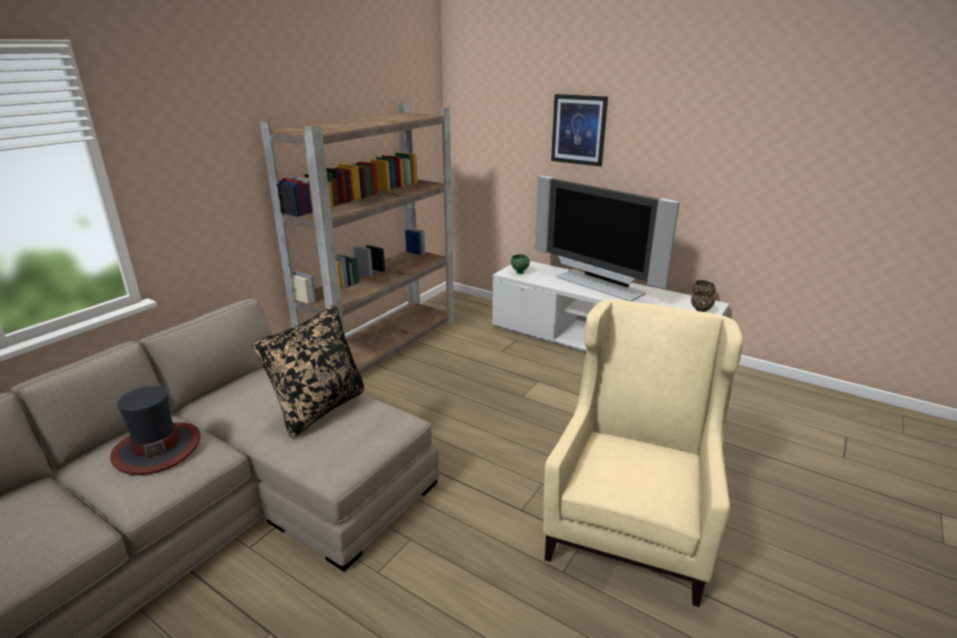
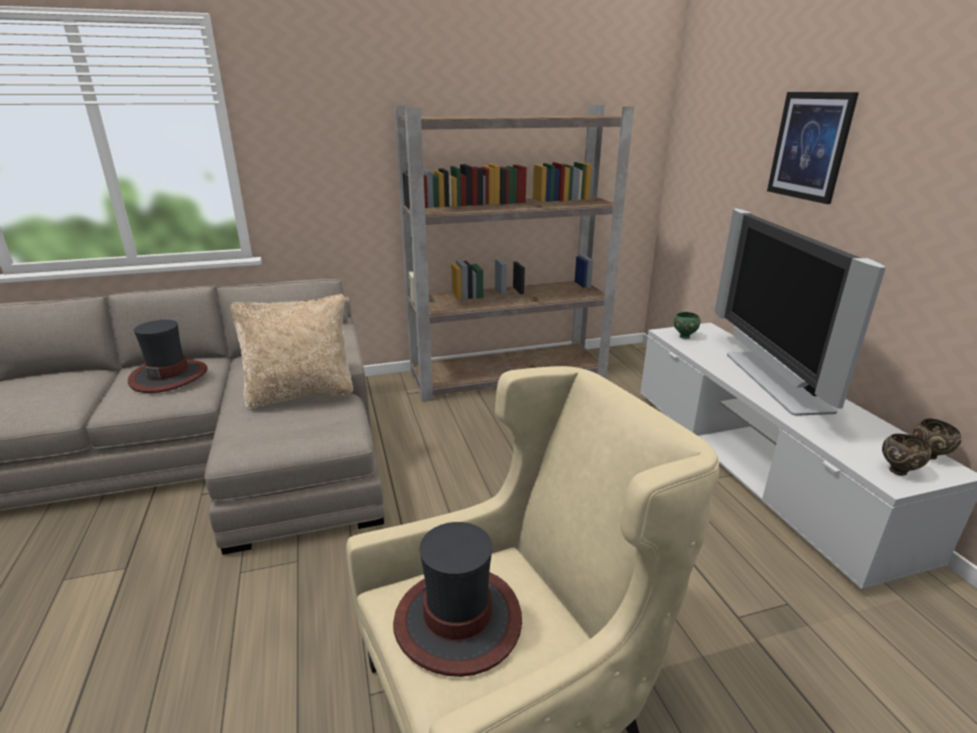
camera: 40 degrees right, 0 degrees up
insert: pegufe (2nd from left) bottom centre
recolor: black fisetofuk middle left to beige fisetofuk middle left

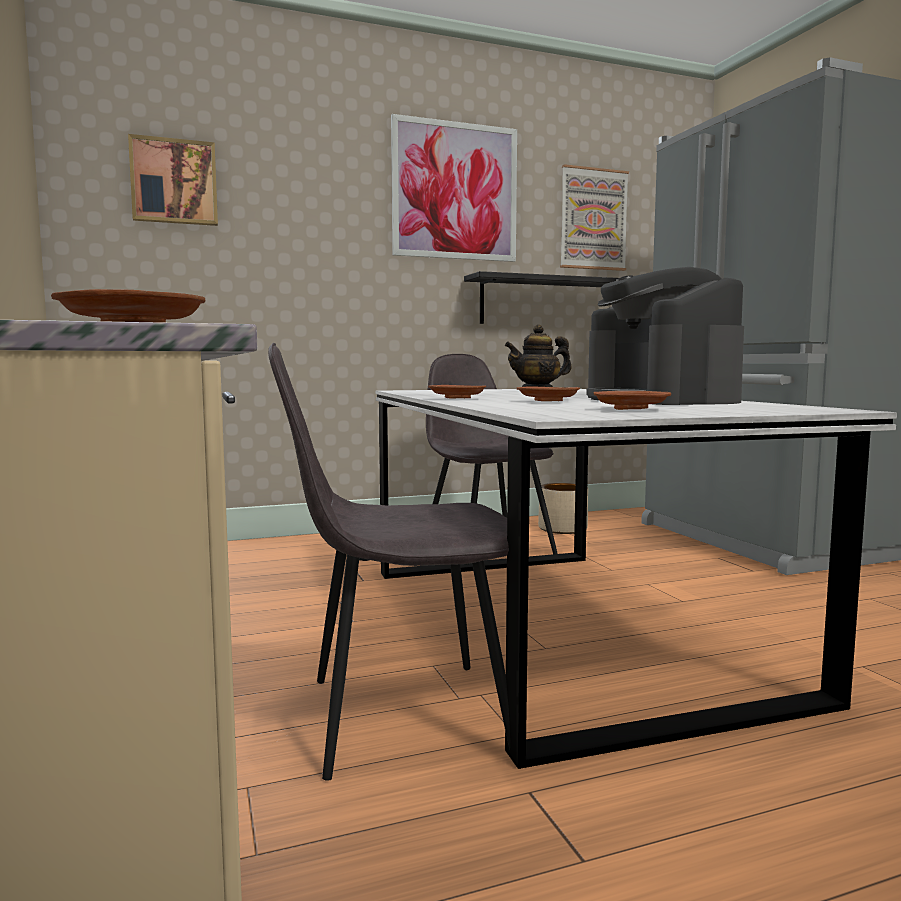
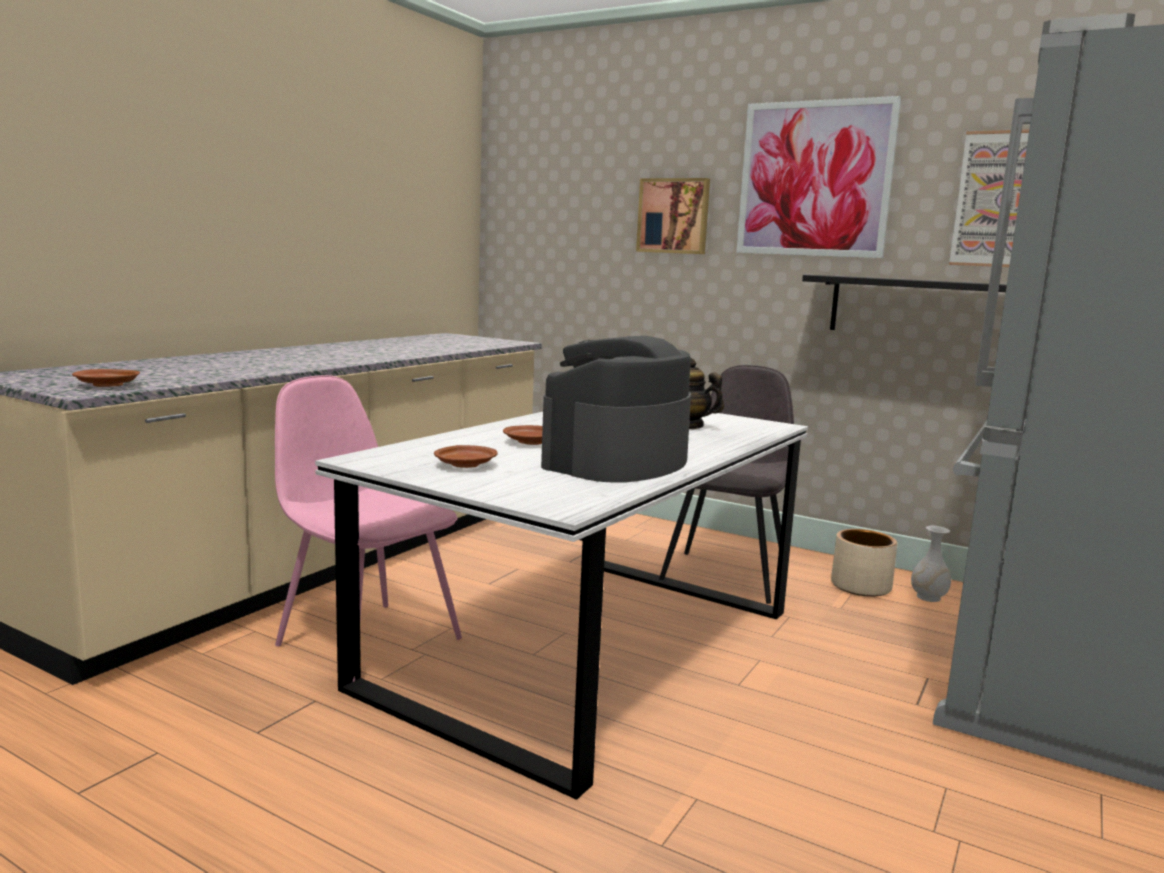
camera: 50 degrees right, 5 degrees up
delete: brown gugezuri (2nd from left) centre
insert: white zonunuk middle right
move: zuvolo (1st from left) top left to top centre
recolor: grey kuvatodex (1st from left) centre to pink kuvatodex middle left

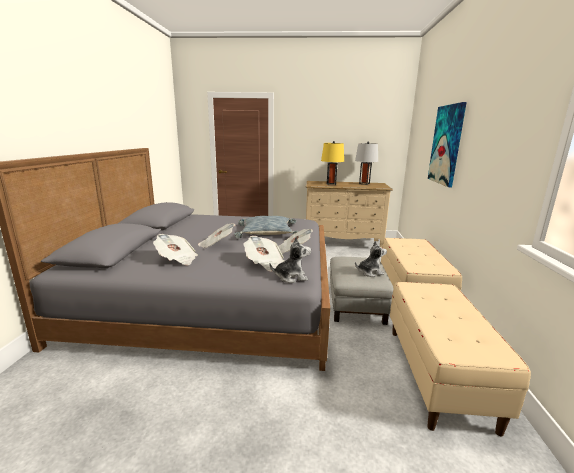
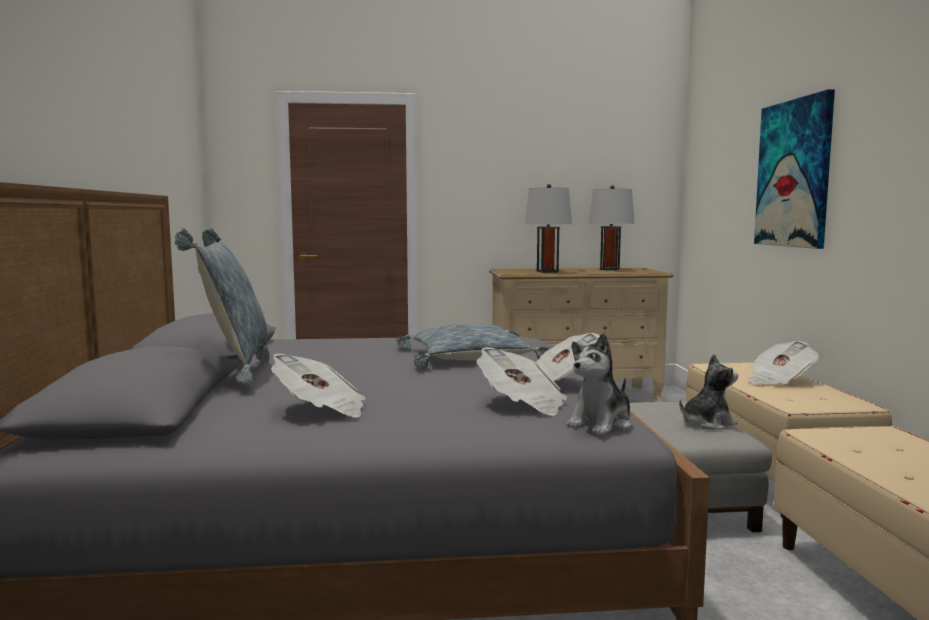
camera: 10 degrees left, 10 degrees down
insert: fisetofuk (1st from left) middle left
move: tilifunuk (2nd from left in the first image) centre to tilifunuk (4th from left) middle right
recolor: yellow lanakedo centre to grey lanakedo (1st from left) centre
rotate: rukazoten (1st from left) centre = centre 150 degrees clockwise

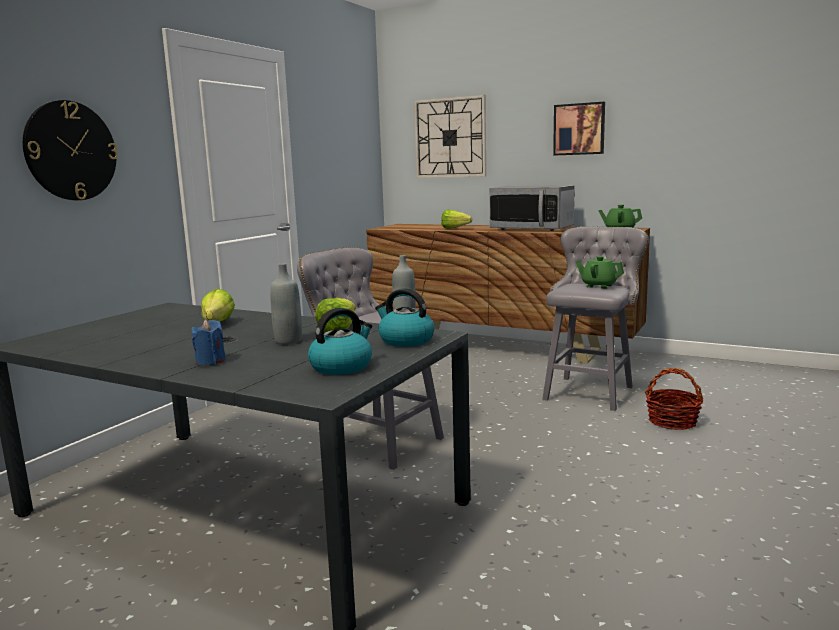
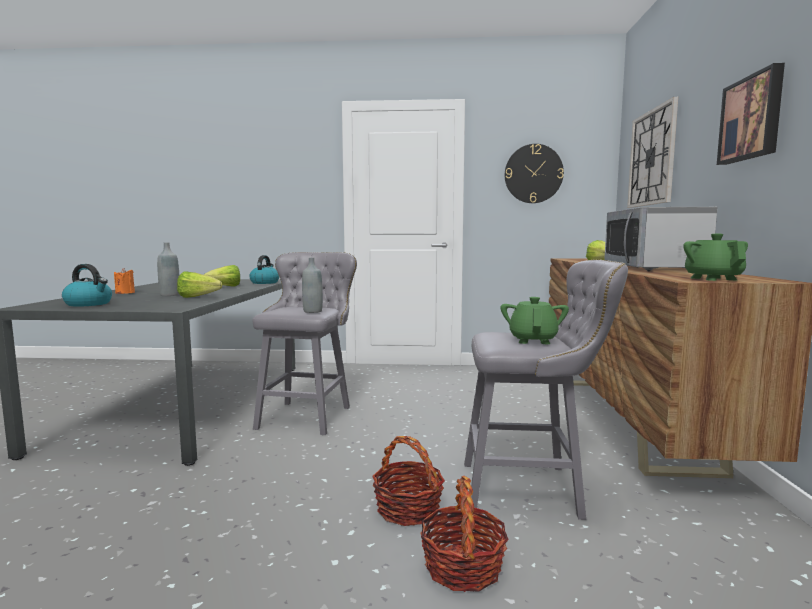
camera: 65 degrees right, 5 degrees down
insert: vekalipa (1st from left) bottom centre
move: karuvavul (2nd from left) centre to middle left; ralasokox (1st from left) top left to top centre
recolor: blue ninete middle left to orange ninete middle left

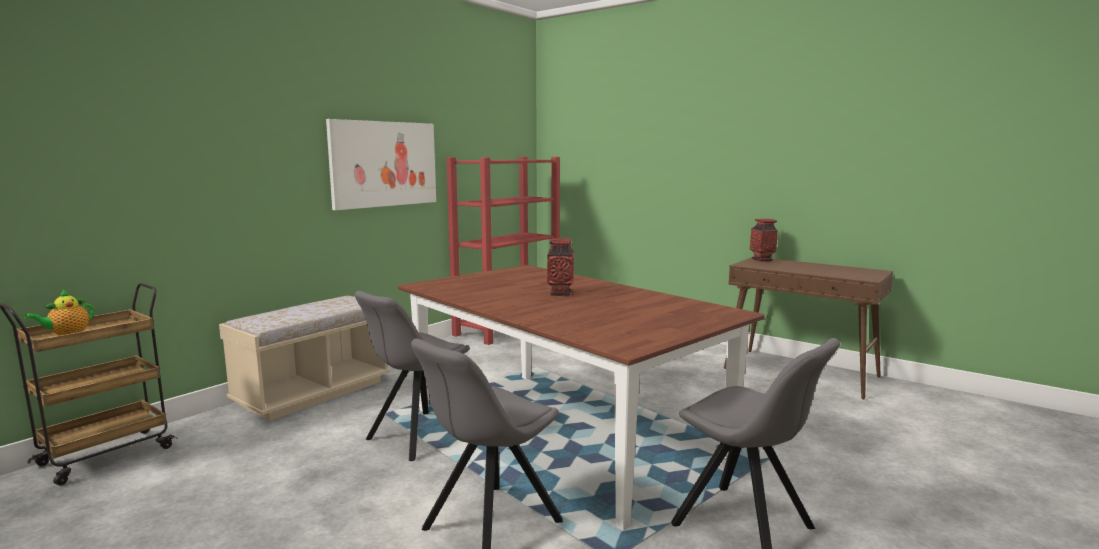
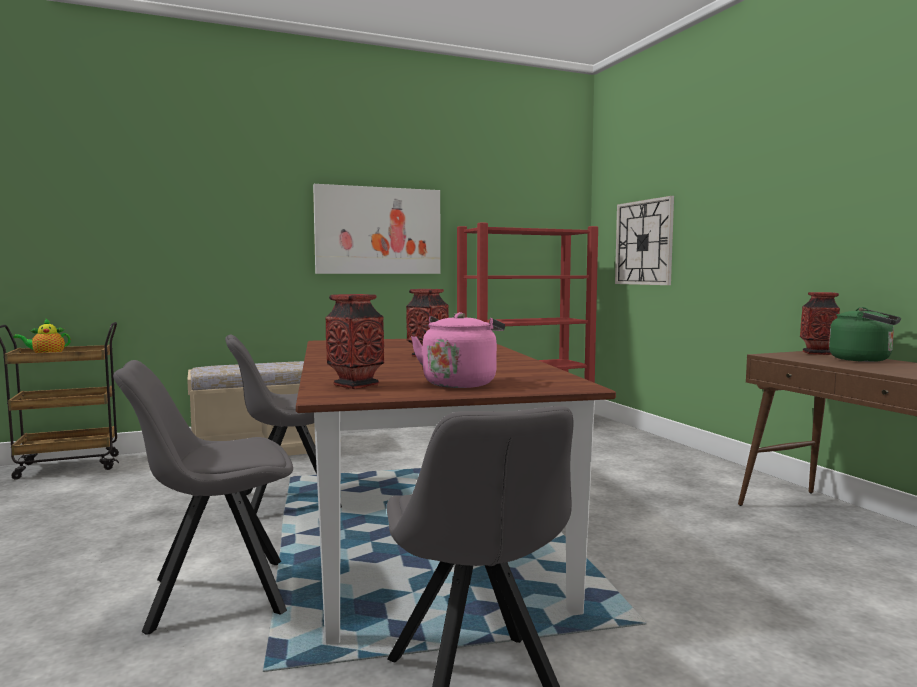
camera: 30 degrees right, 5 degrees down
insert: zonunuk (1st from left) centre; pink karuvavul centre; ralasokox middle right; green karuvavul middle right

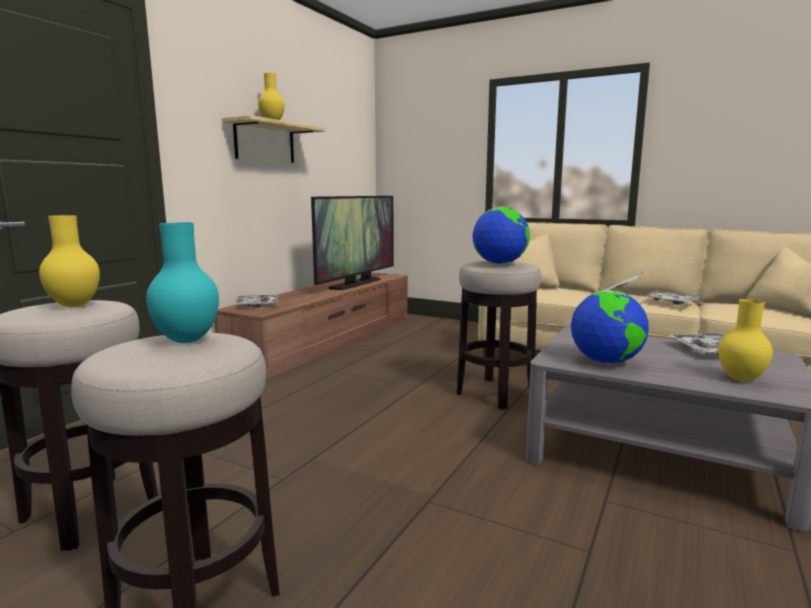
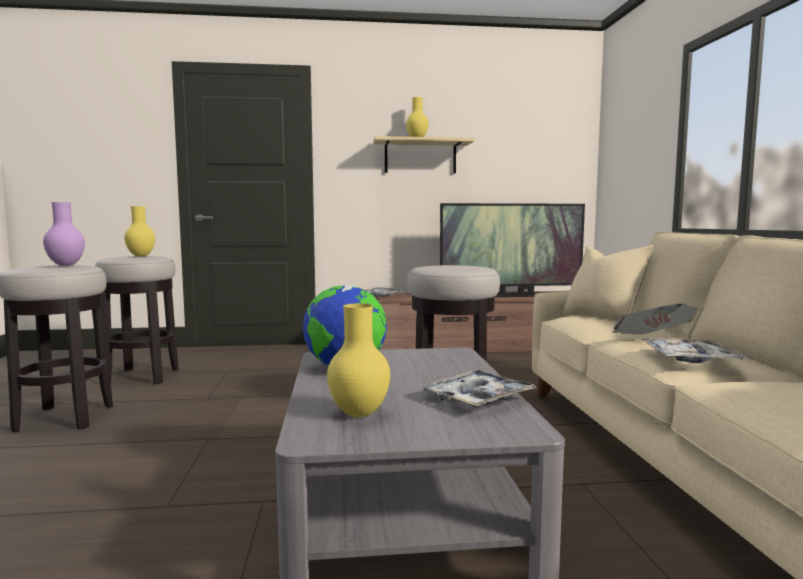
camera: 55 degrees right, 5 degrees down
delete: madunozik (1st from left) centre
recolor: turquoise zonunuk middle left to purple zonunuk middle left

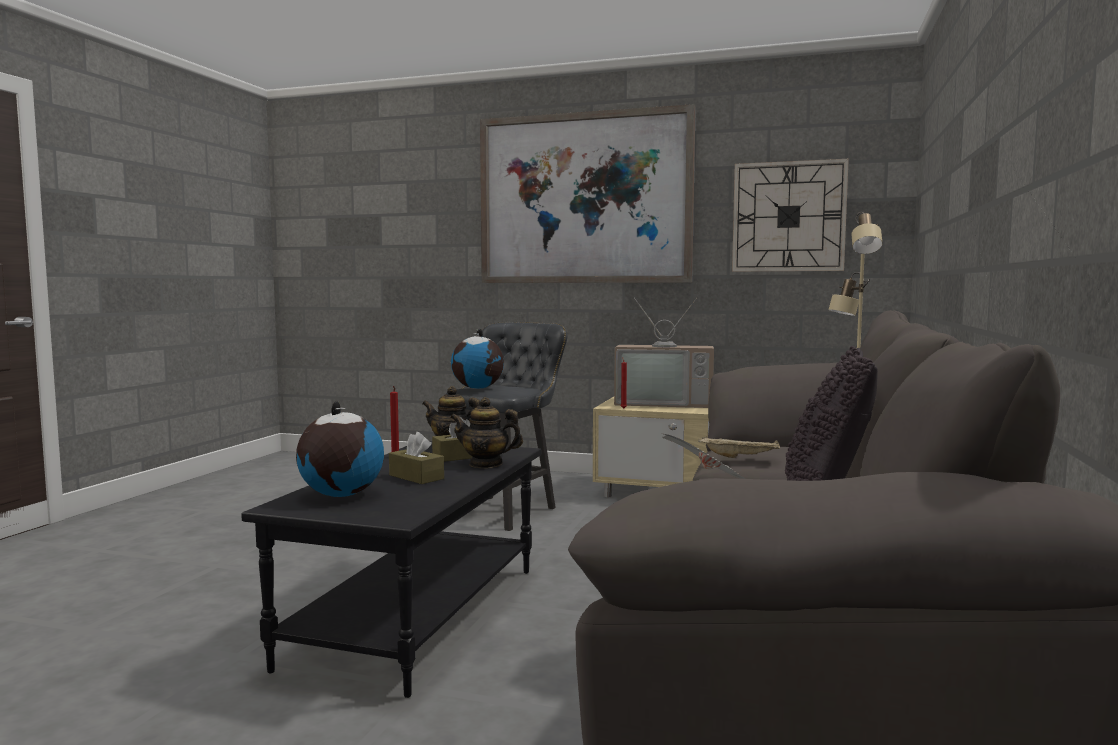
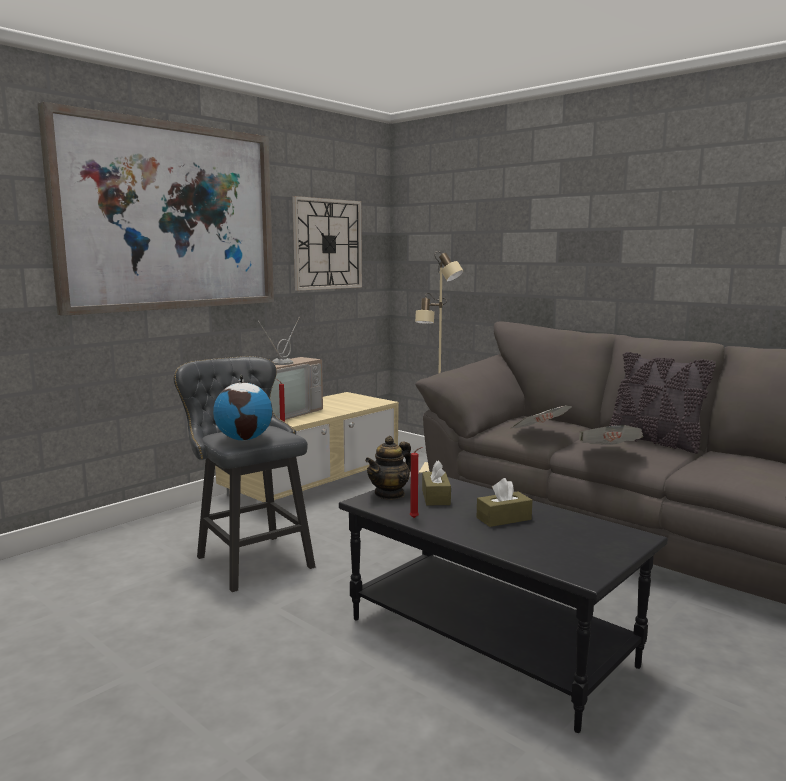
camera: 65 degrees left, 5 degrees up
delete: madunozik (1st from left) middle left; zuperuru (2nd from left) centre
replace: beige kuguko centre to tilifunuk (1st from left) middle right

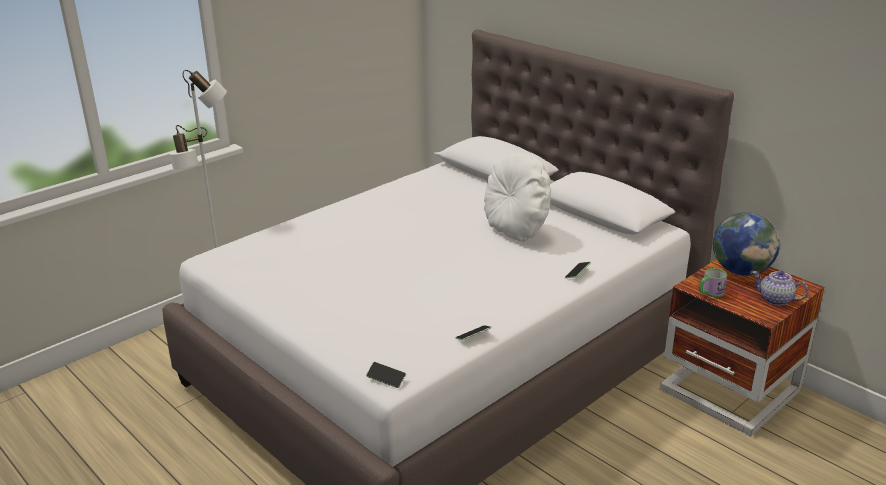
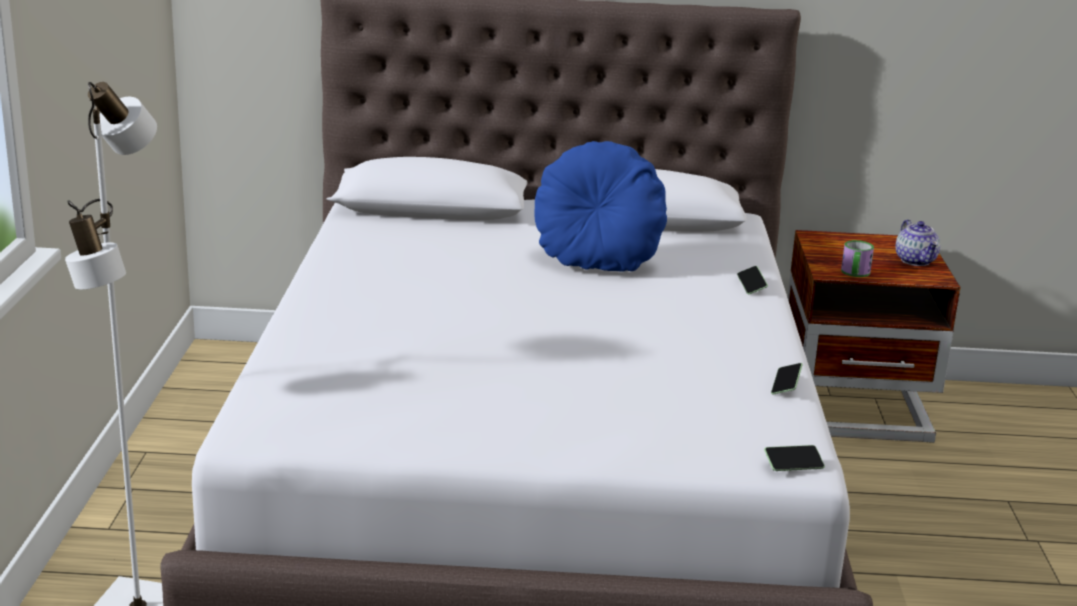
camera: 45 degrees left, 5 degrees down
delete: madunozik middle right
recolor: white fisetofuk centre to blue fisetofuk centre
rotate: zuperuru middle right = middle right 90 degrees counterclockwise

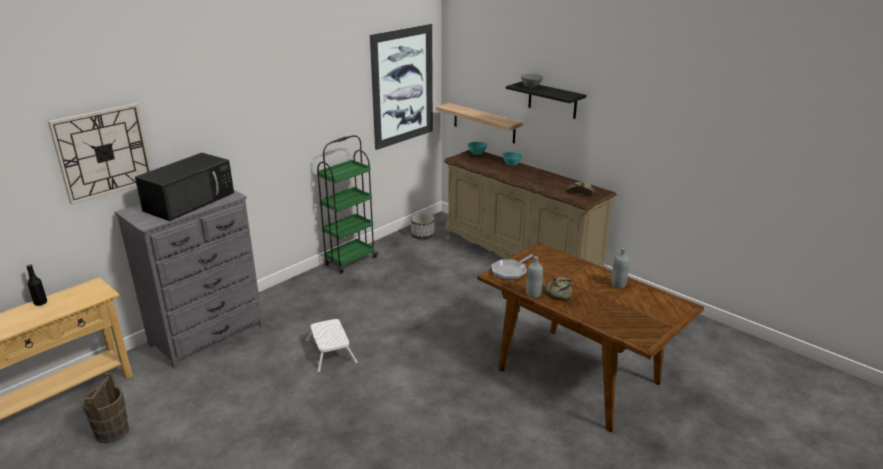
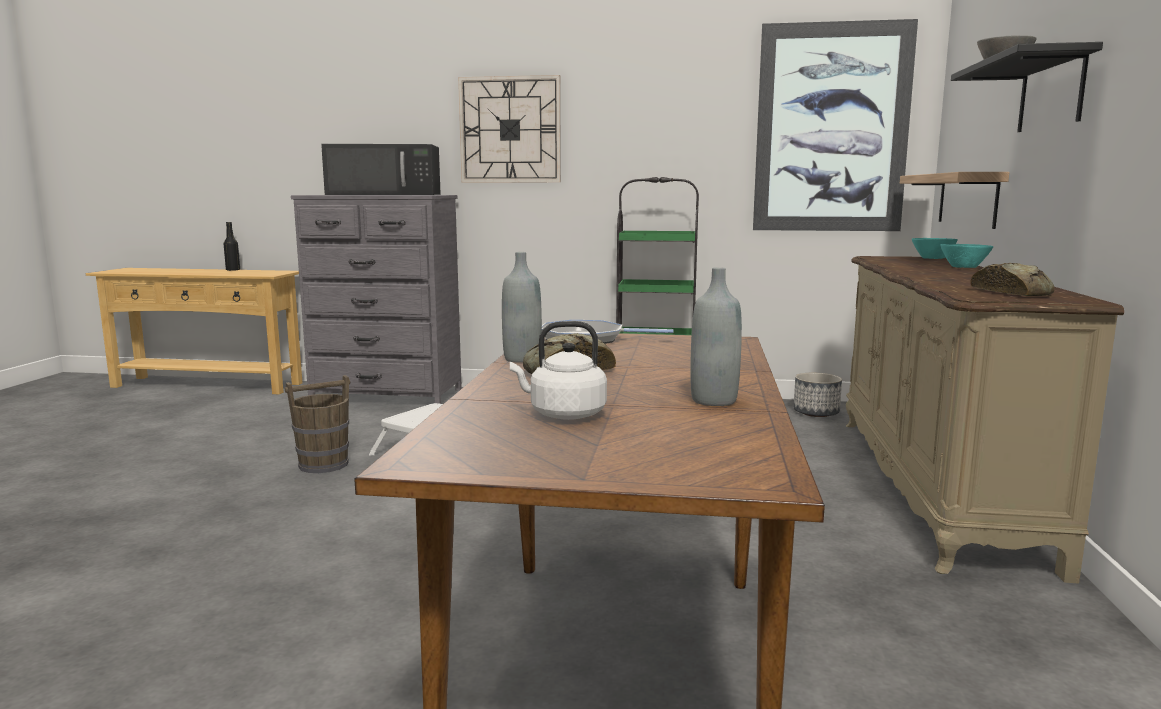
camera: 55 degrees right, 15 degrees down
insert: white karuvavul centre
move: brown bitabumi bottom left to middle left; ralasokox top left to top centre

